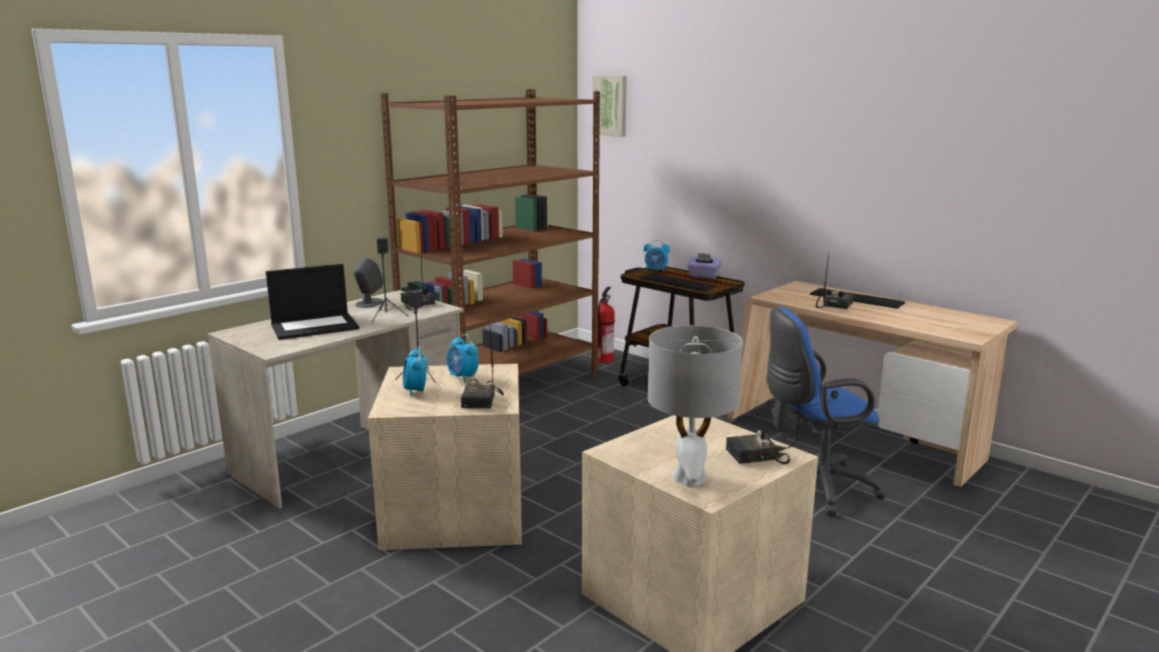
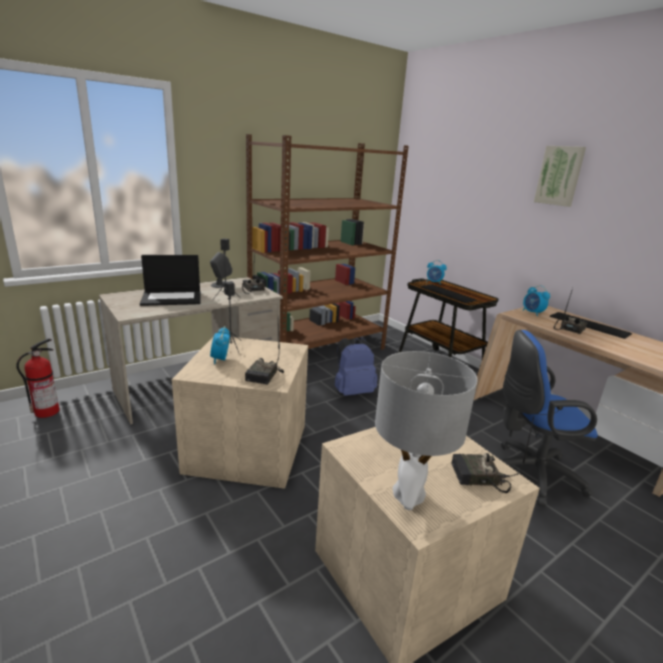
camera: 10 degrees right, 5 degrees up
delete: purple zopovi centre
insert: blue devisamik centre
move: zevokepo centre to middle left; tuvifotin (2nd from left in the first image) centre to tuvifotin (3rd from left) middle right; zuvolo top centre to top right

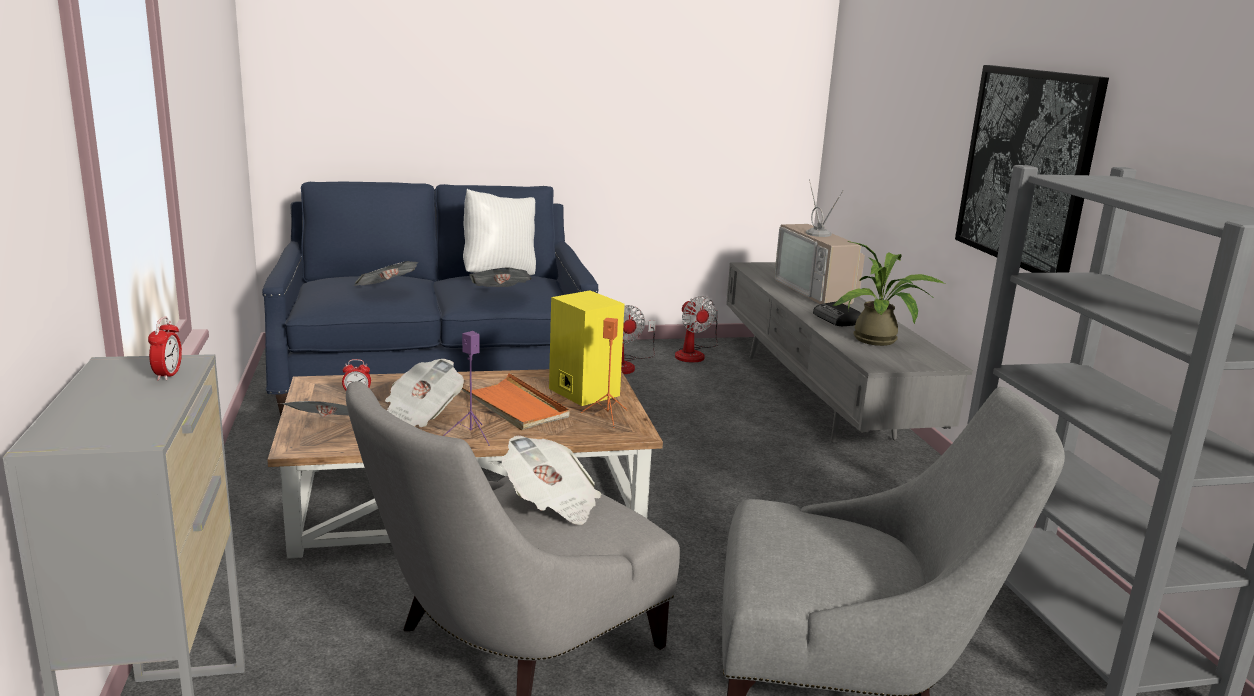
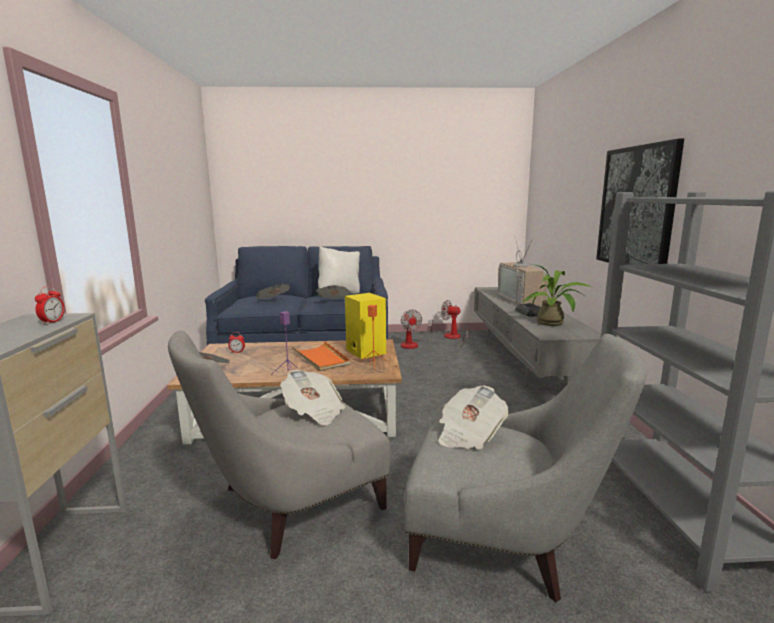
camera: 10 degrees right, 5 degrees down
move: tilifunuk (3rd from left in the first image) centre to tilifunuk (5th from left) bottom centre
rotate: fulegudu (2nd from left) centre = centre 135 degrees clockwise

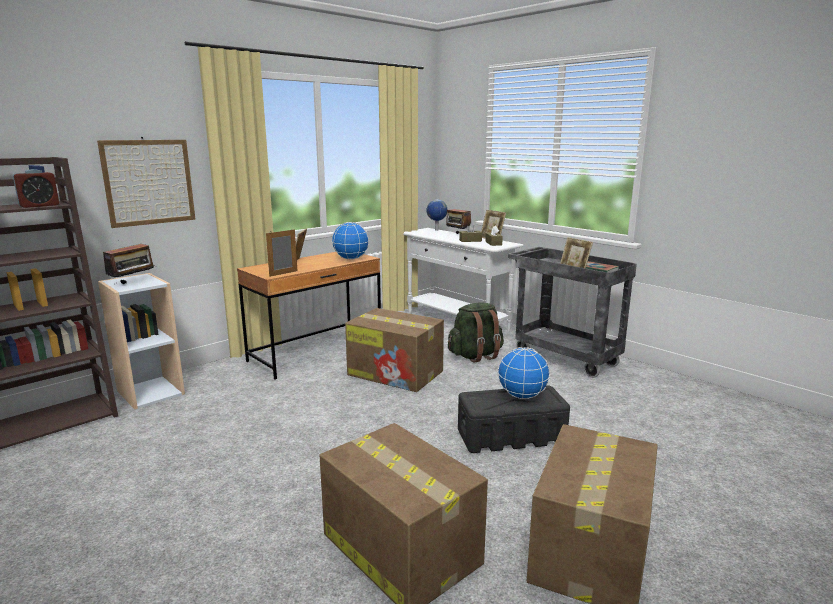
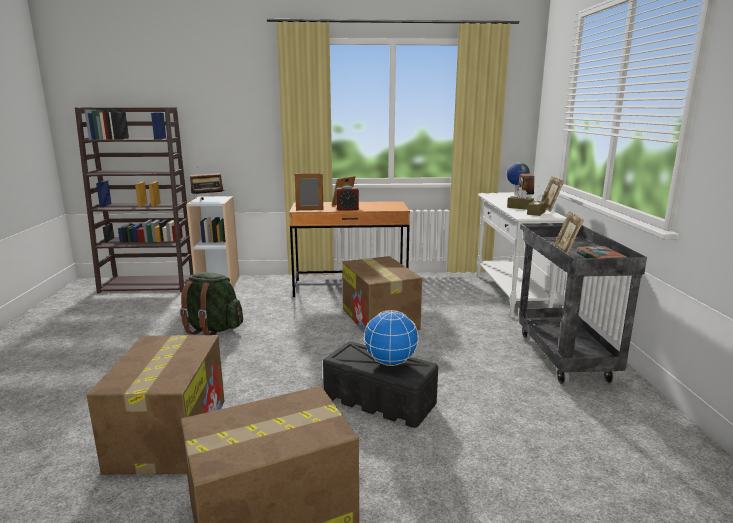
camera: 40 degrees right, 0 degrees up
delete: zuvolo top left; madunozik (1st from left) centre
move: green devisamik centre to middle left; tuvifotin top left to centre

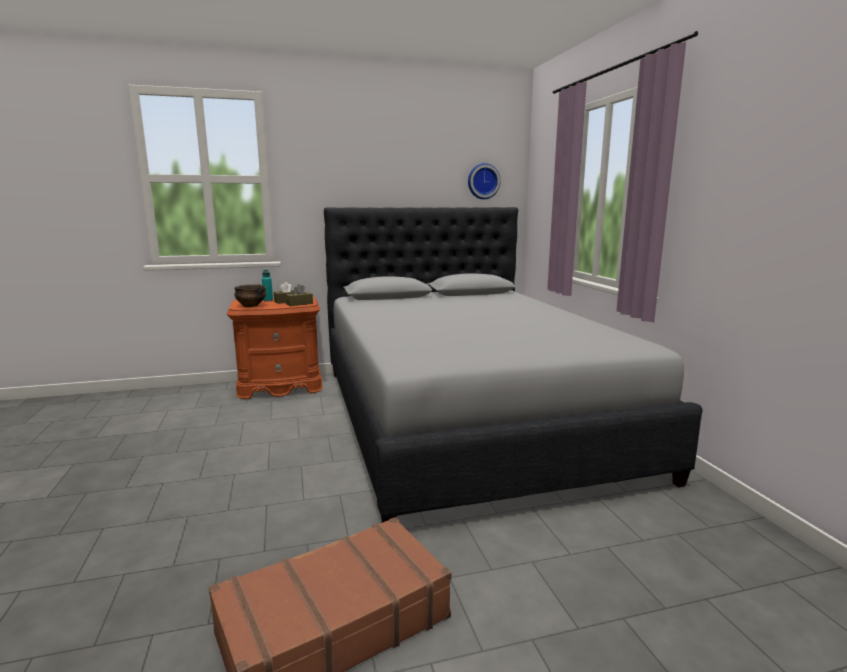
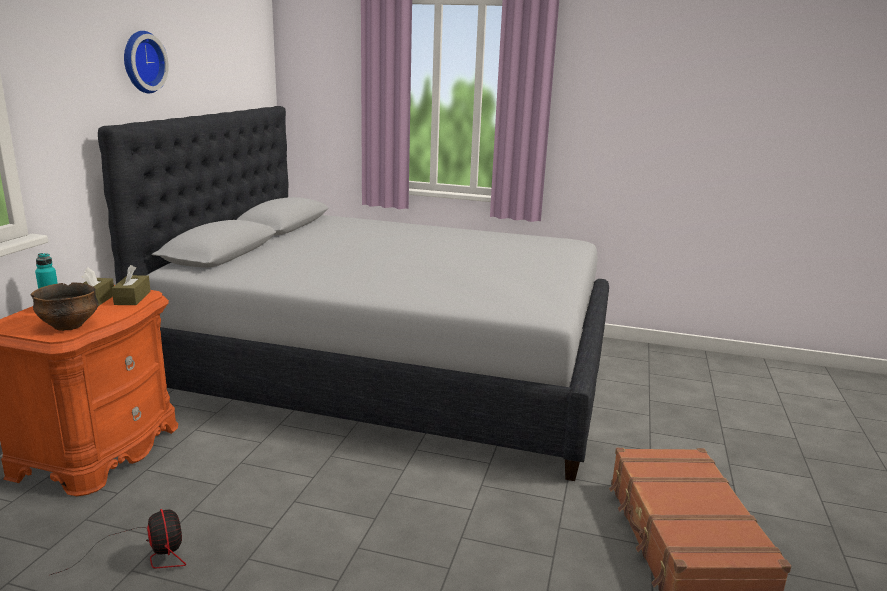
camera: 60 degrees left, 5 degrees up
insert: fulegudu bottom left
move: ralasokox top centre to top left

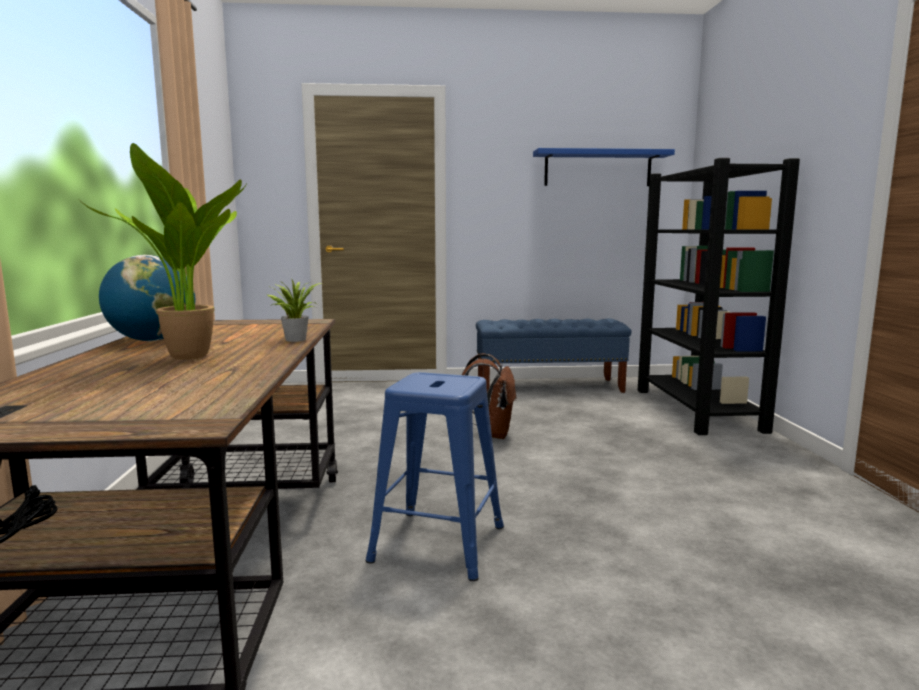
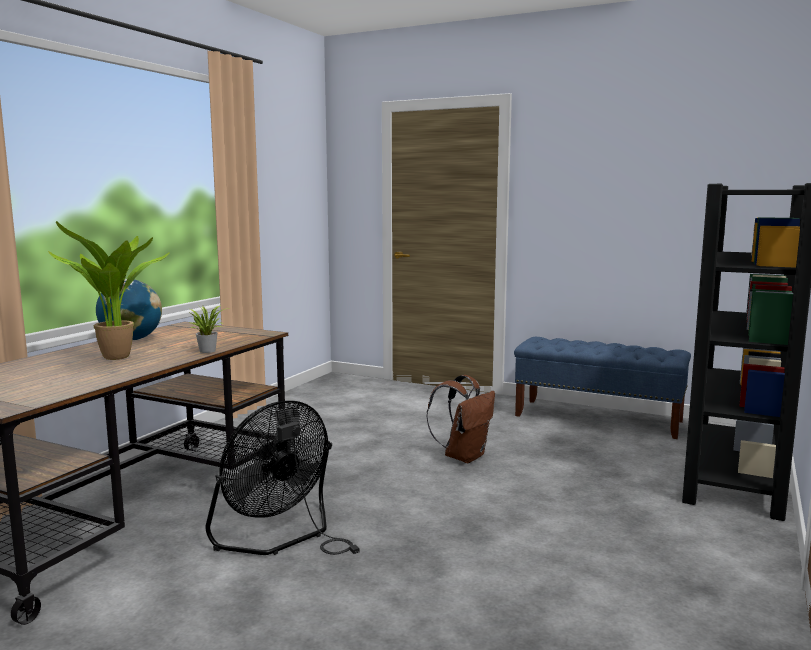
camera: 30 degrees right, 0 degrees up
delete: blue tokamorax top centre
replace: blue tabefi bottom centre to black fulegudu bottom centre

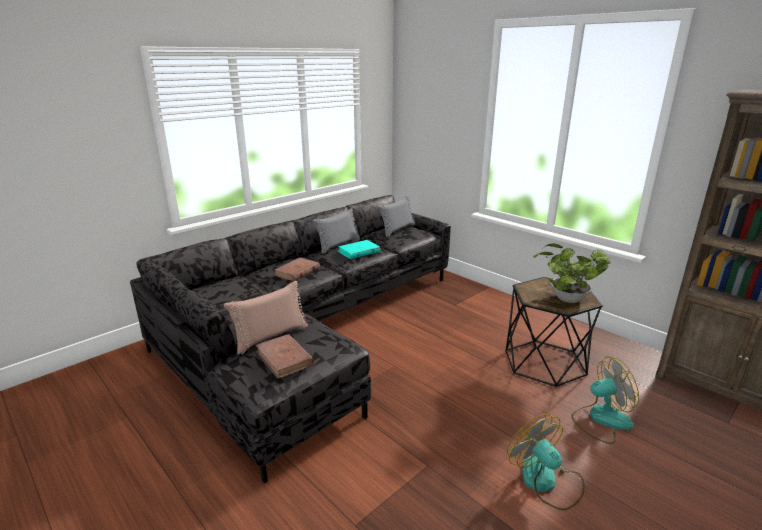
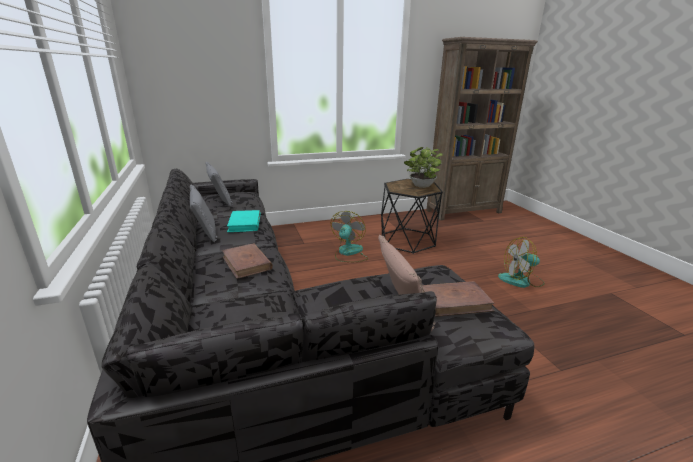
camera: 65 degrees left, 0 degrees up
move: fulegudu (2nd from left in the first image) bottom right to fulegudu (1st from left) centre

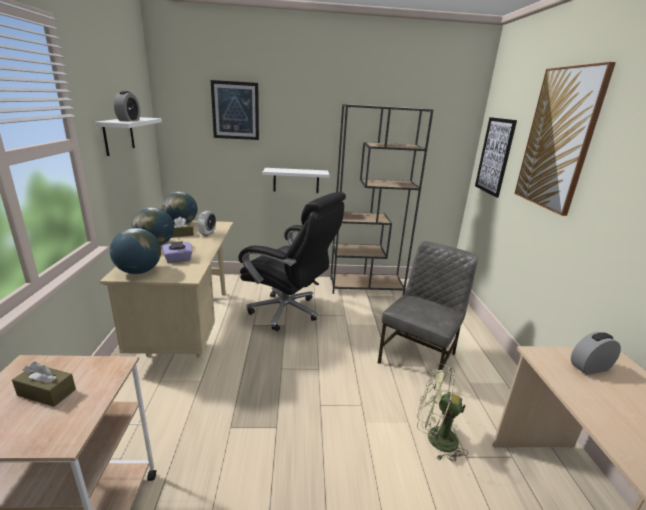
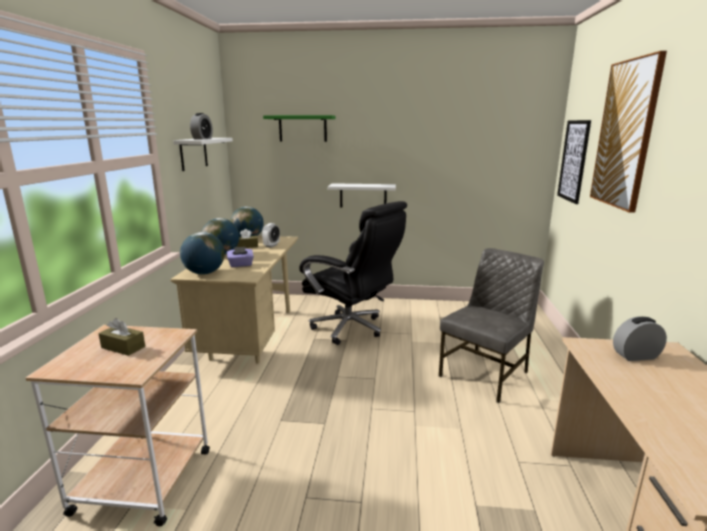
camera: 10 degrees right, 5 degrees down
delete: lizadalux centre; green fulegudu bottom right
replace: zuvolo (1st from left) top centre to green tokamorax top centre

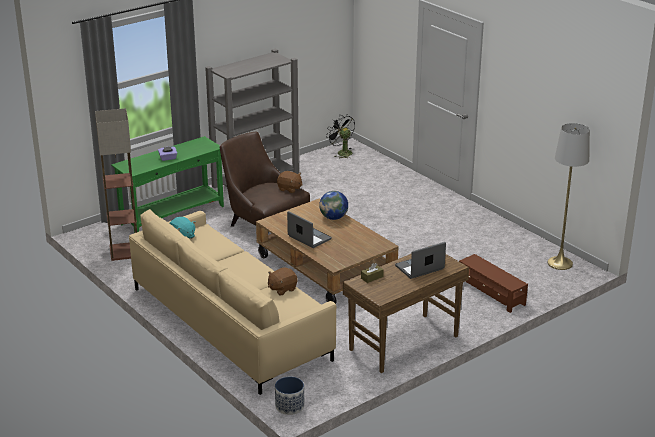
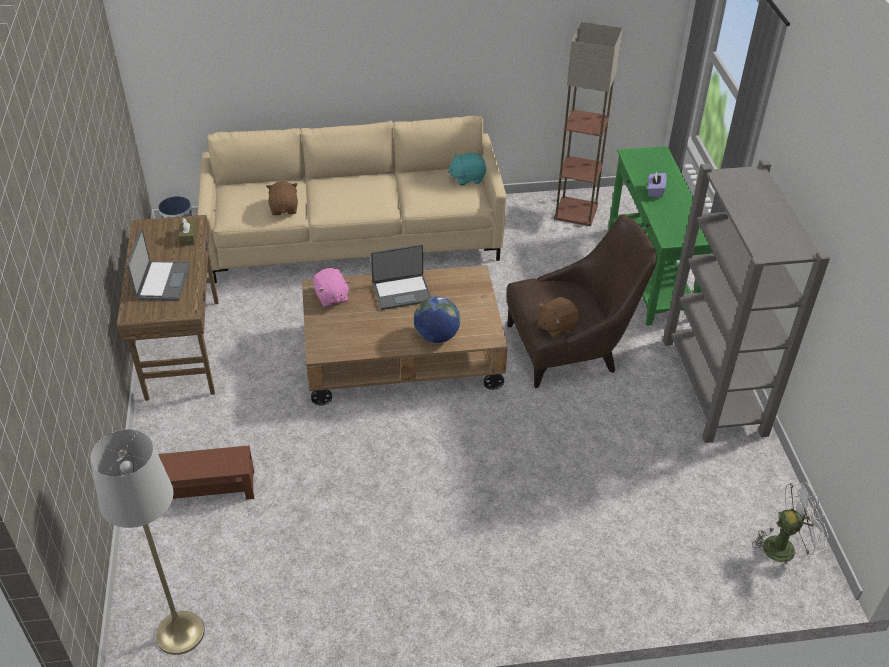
camera: 120 degrees right, 15 degrees up
insert: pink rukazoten centre
recolor: black fulegudu top centre to white fulegudu bottom right

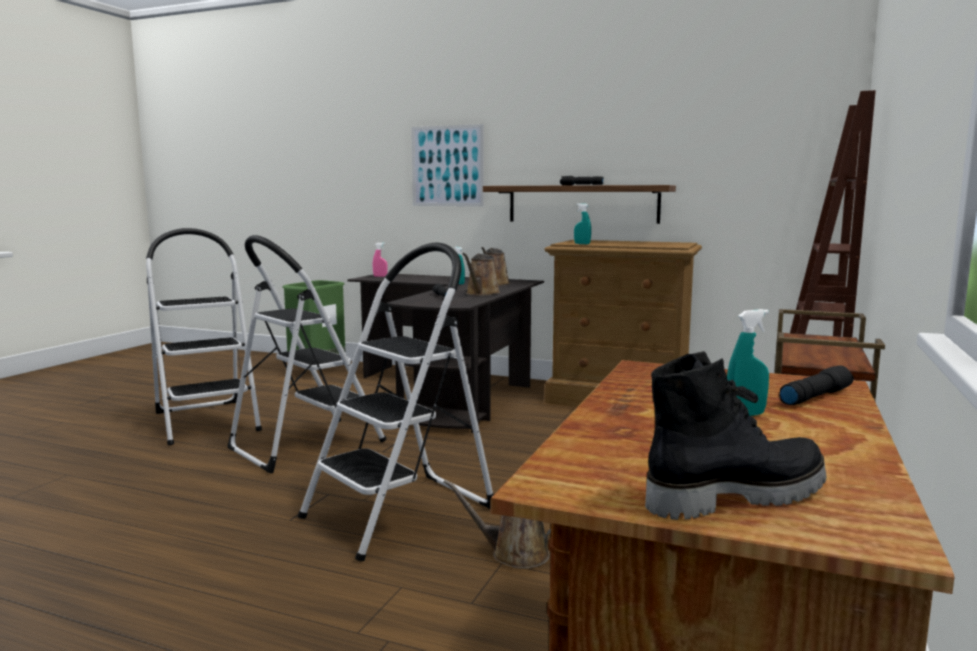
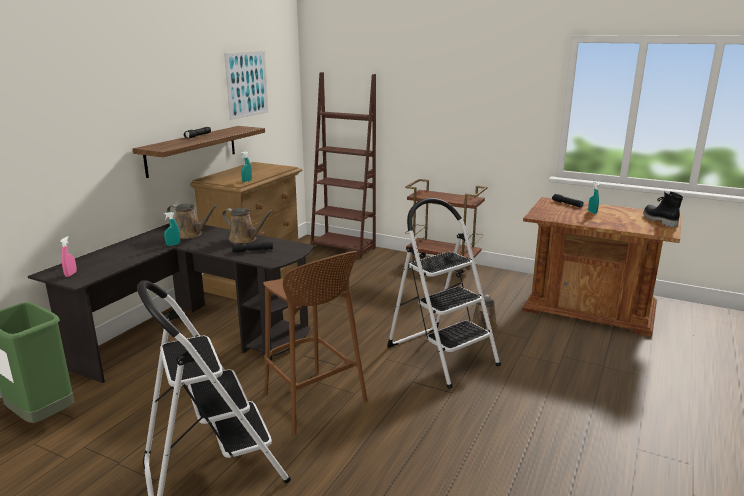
camera: 85 degrees left, 10 degrees up
move: zuvolo top centre to top left
replace: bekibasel (2nd from left) middle left to brown tabefi bottom centre

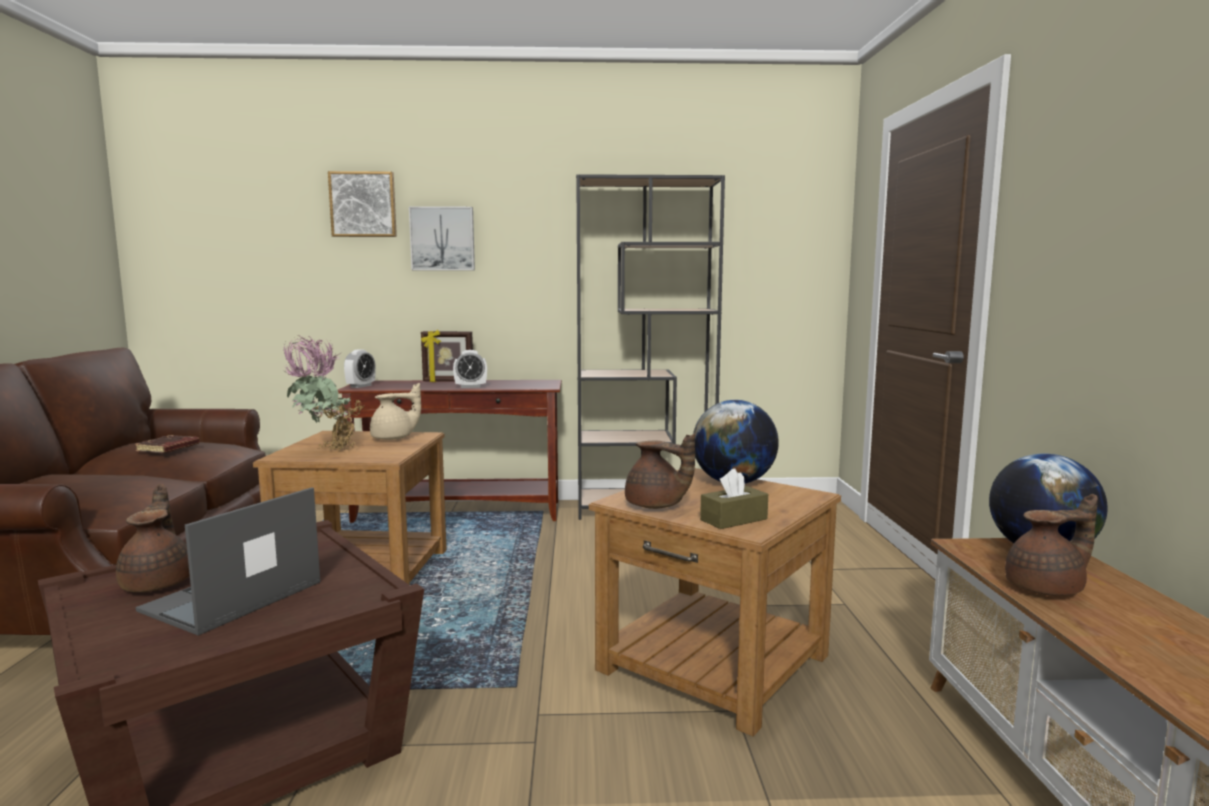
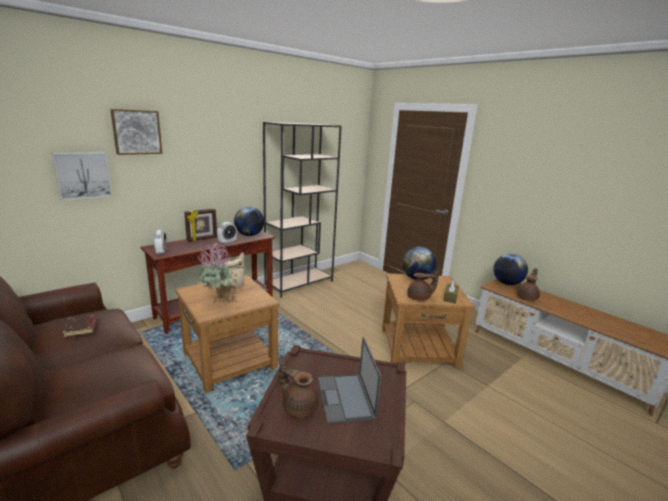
camera: 40 degrees left, 10 degrees up
insert: madunozik (1st from left) centre
move: zuvolo (2nd from left in the first image) top centre to zuvolo (1st from left) middle left

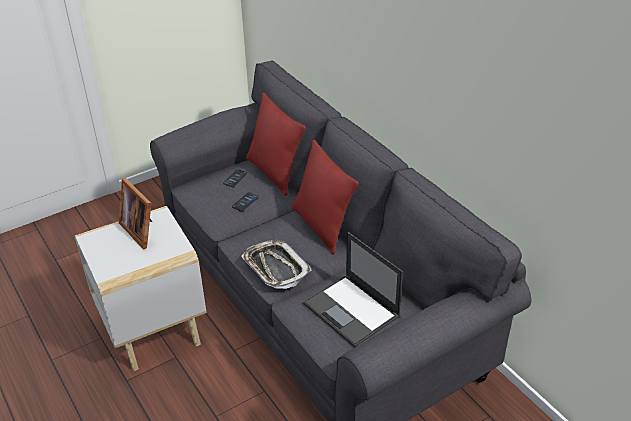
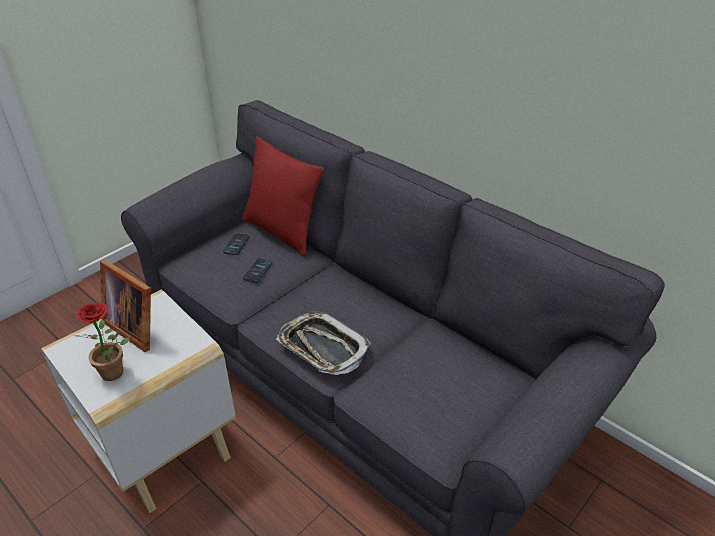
camera: 15 degrees left, 0 degrees up
delete: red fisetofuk (2nd from left) centre; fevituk bottom centre
insert: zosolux middle left

